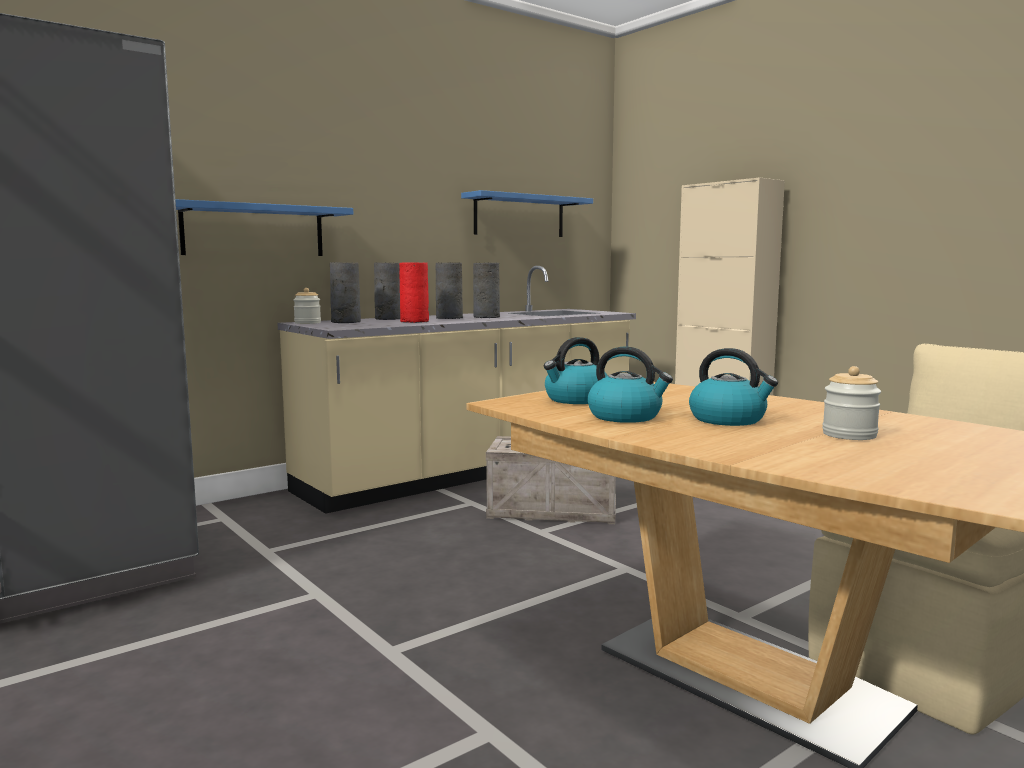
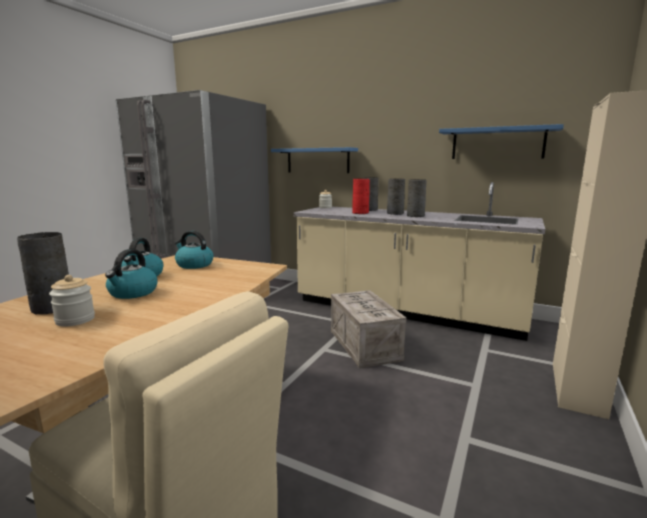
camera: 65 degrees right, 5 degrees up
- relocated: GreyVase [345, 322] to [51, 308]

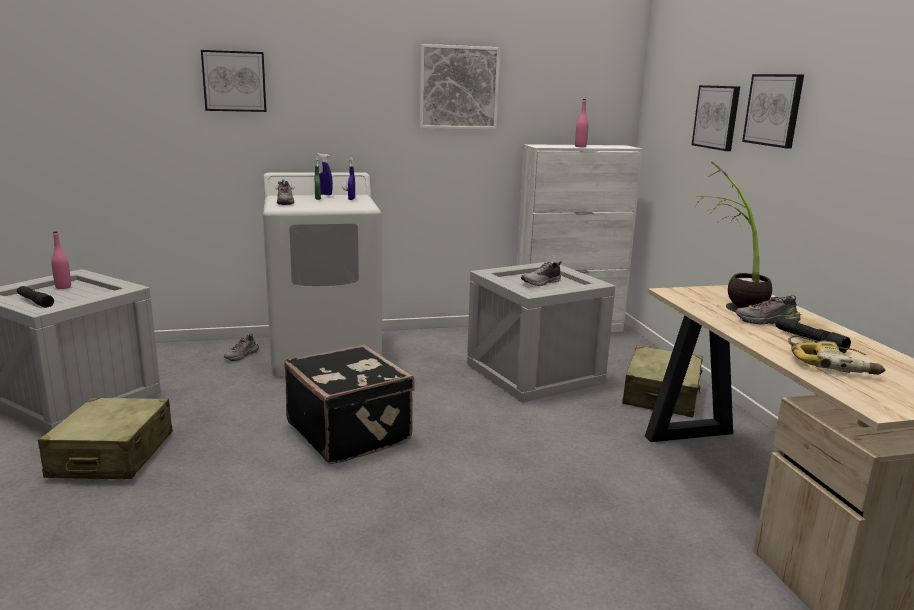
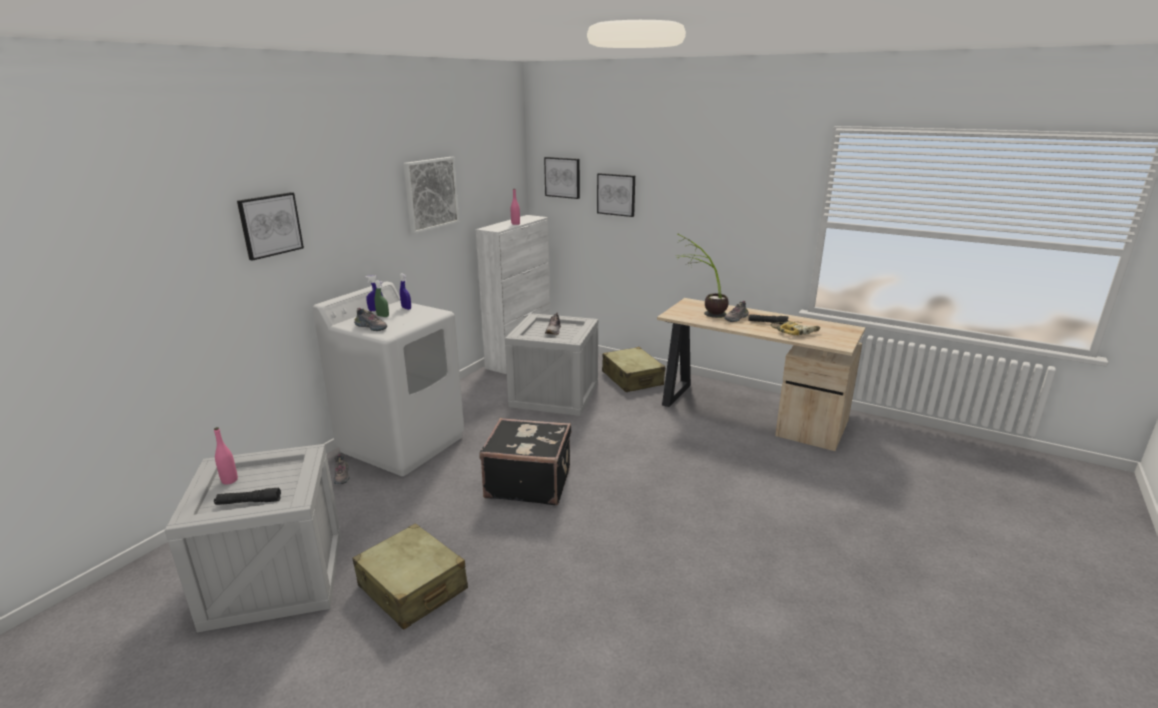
camera: 45 degrees left, 5 degrees up
- relocated: Picture [774, 110] to [562, 177]

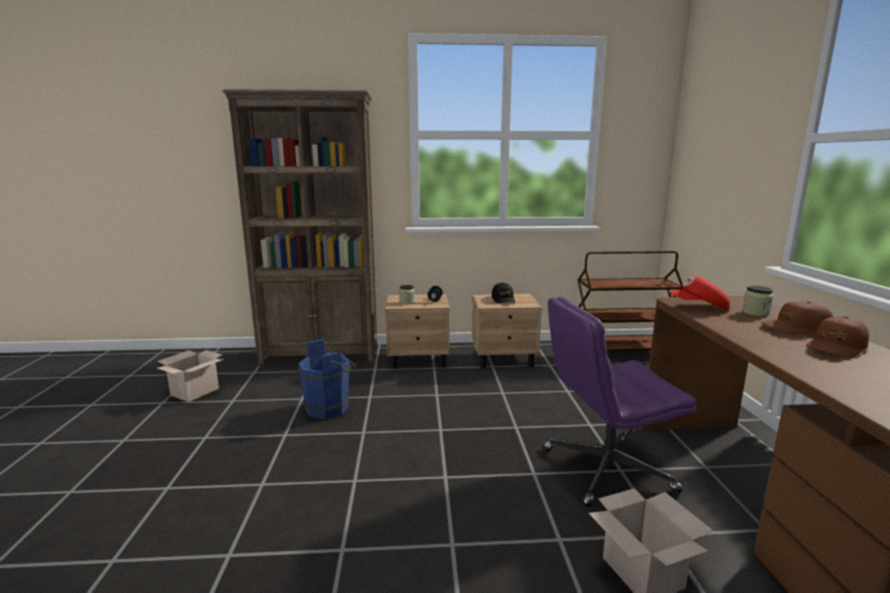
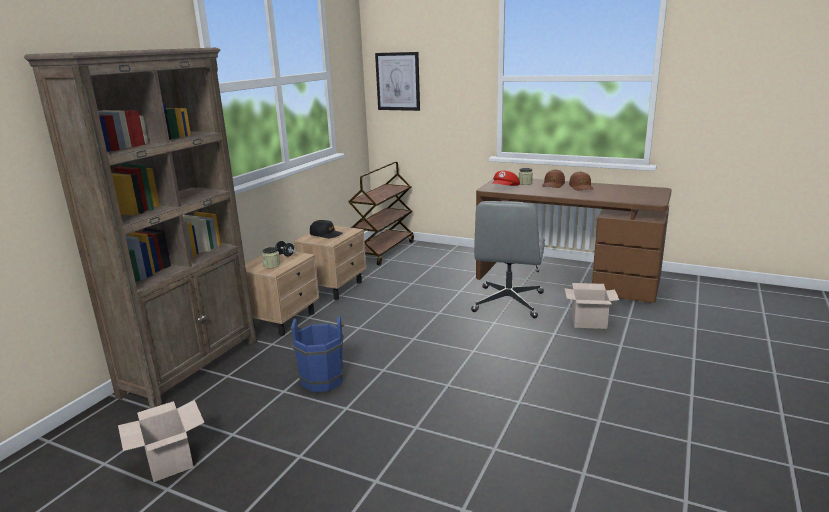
camera: 60 degrees left, 5 degrees up
- colour: PurpleOfficeChair [605, 470] to GreyOfficeChair [508, 303]
- appeared: Picture [398, 81]

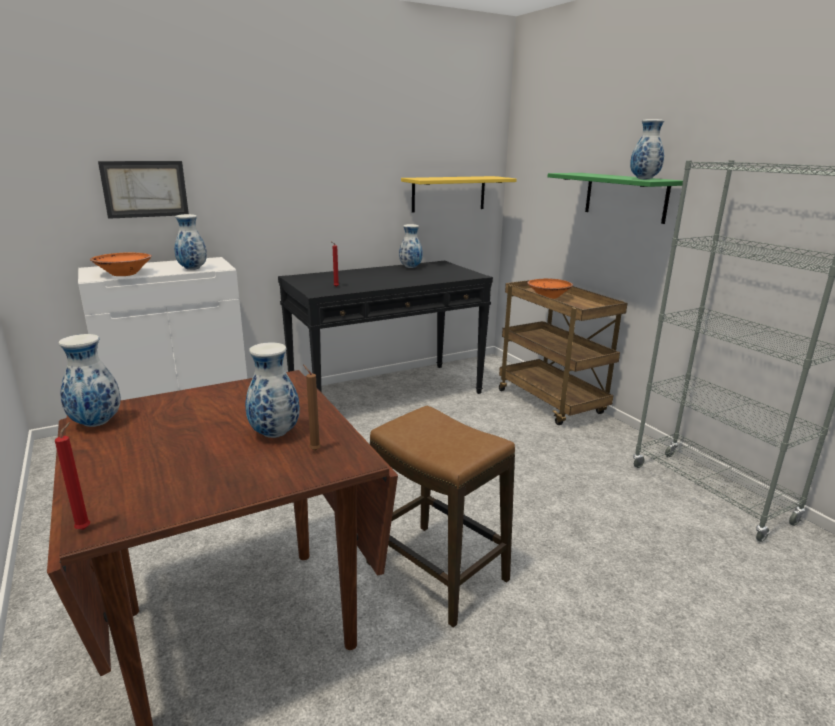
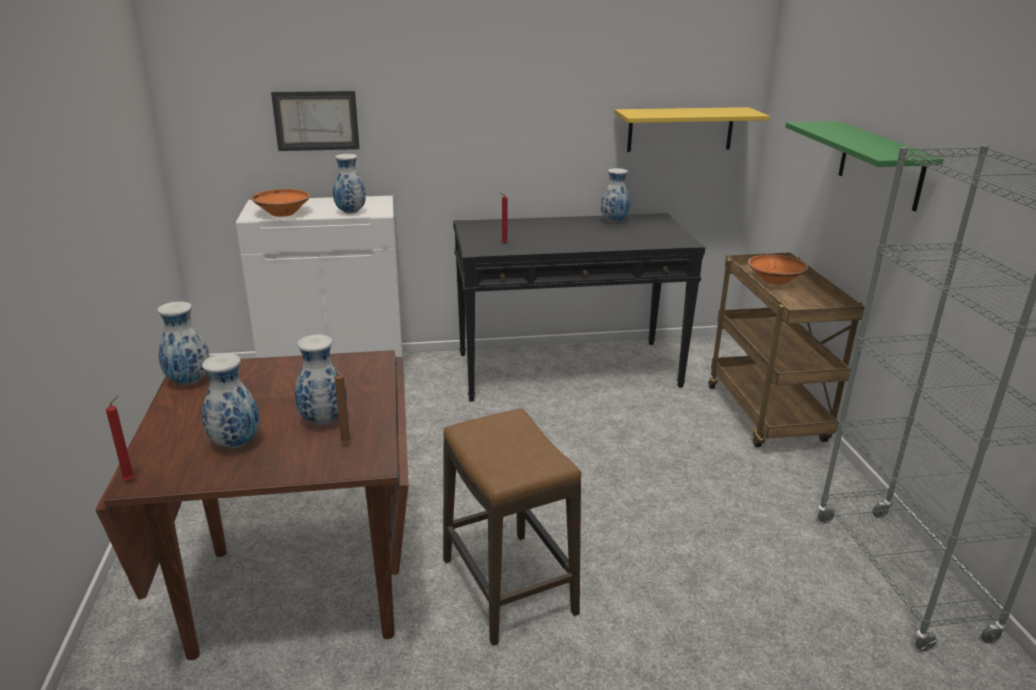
camera: 20 degrees right, 5 degrees up
- relocated: Vase [643, 179] to [235, 443]

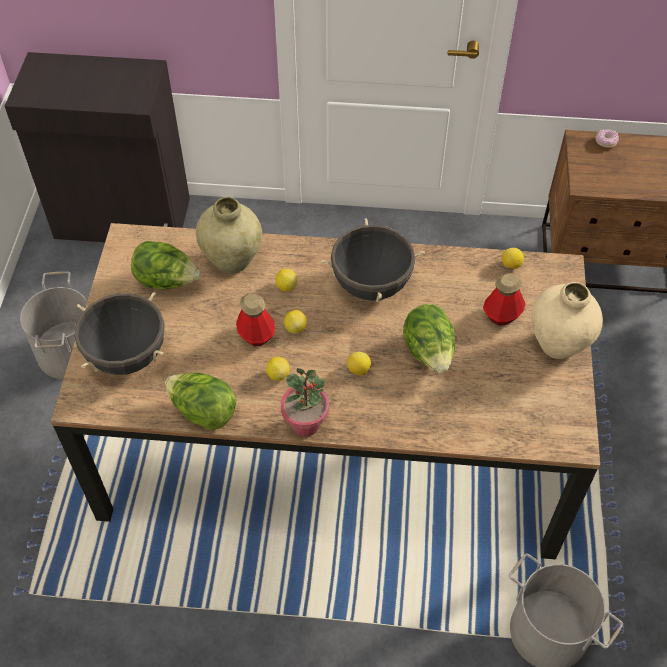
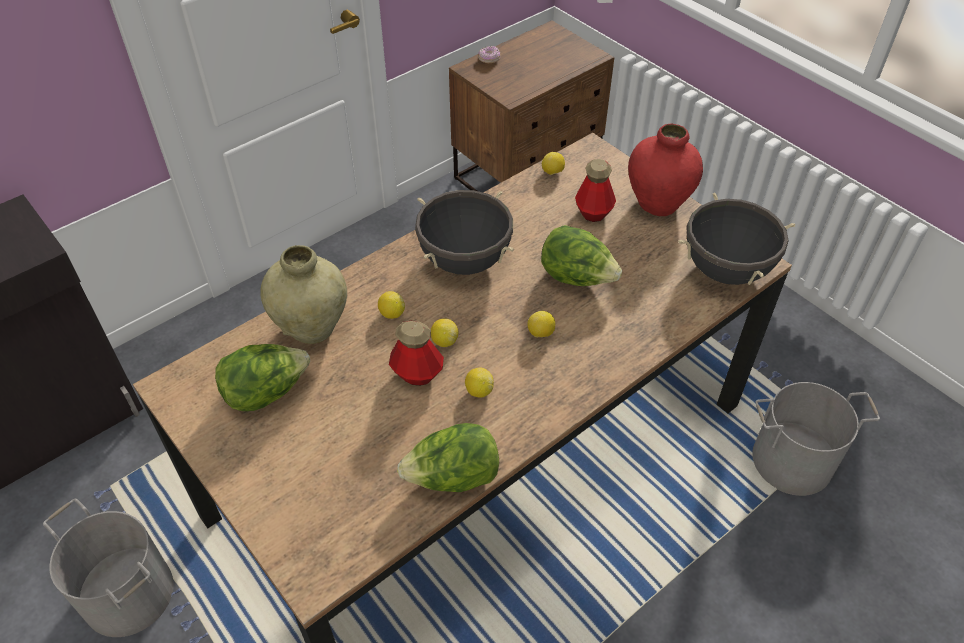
camera: 45 degrees left, 5 degrees down
- colour: BeigeVase [557, 344] to RedVase [657, 204]
- relocated: BlackCookingPot [127, 356] to [725, 270]
- missing: PottedPlant [306, 424]

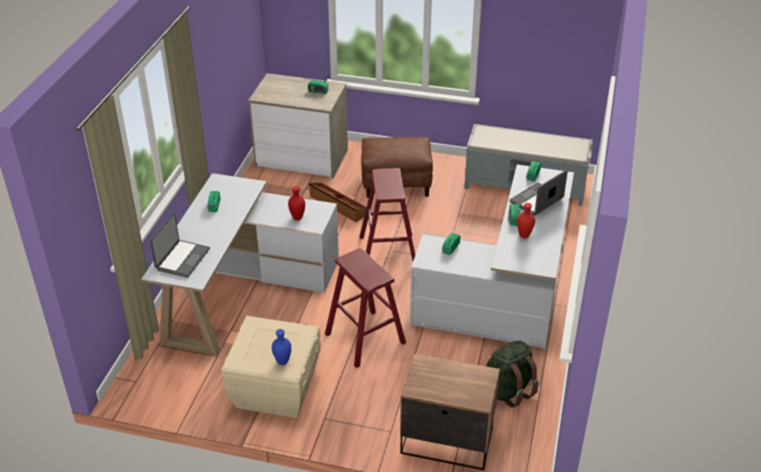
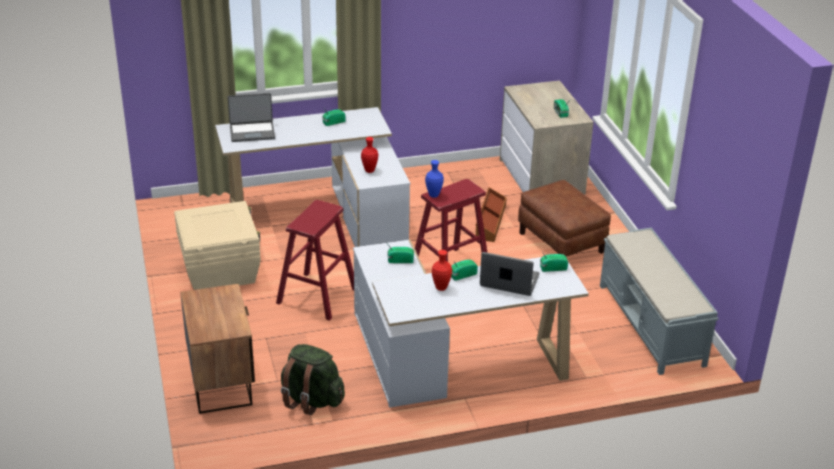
camera: 60 degrees right, 5 degrees down
- relocated: BlueVase [282, 361] to [433, 195]

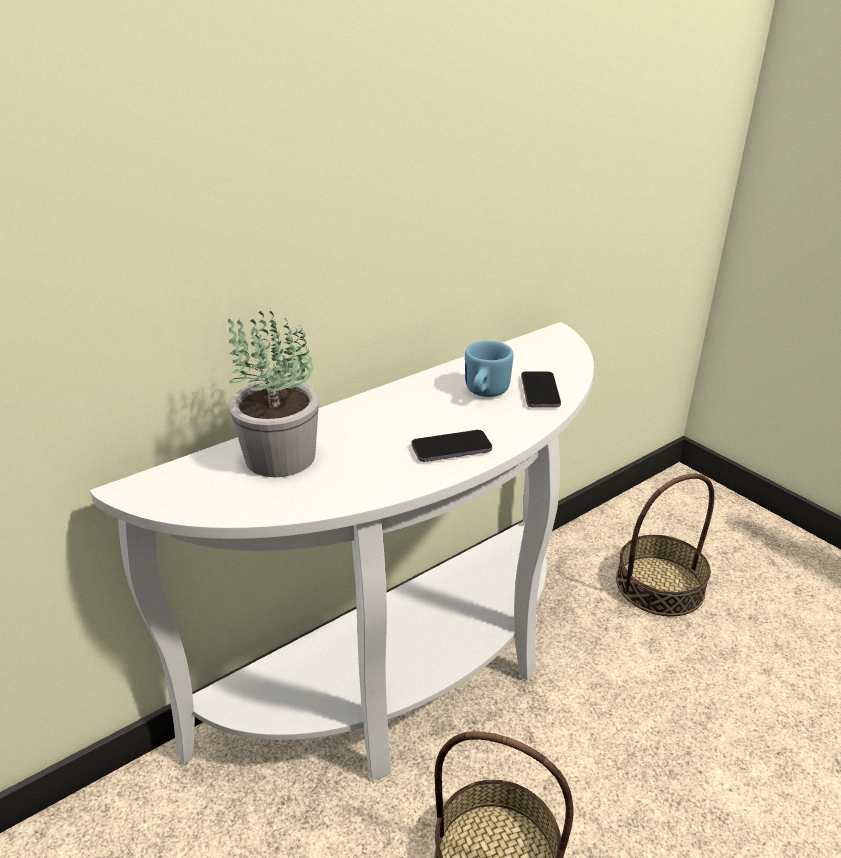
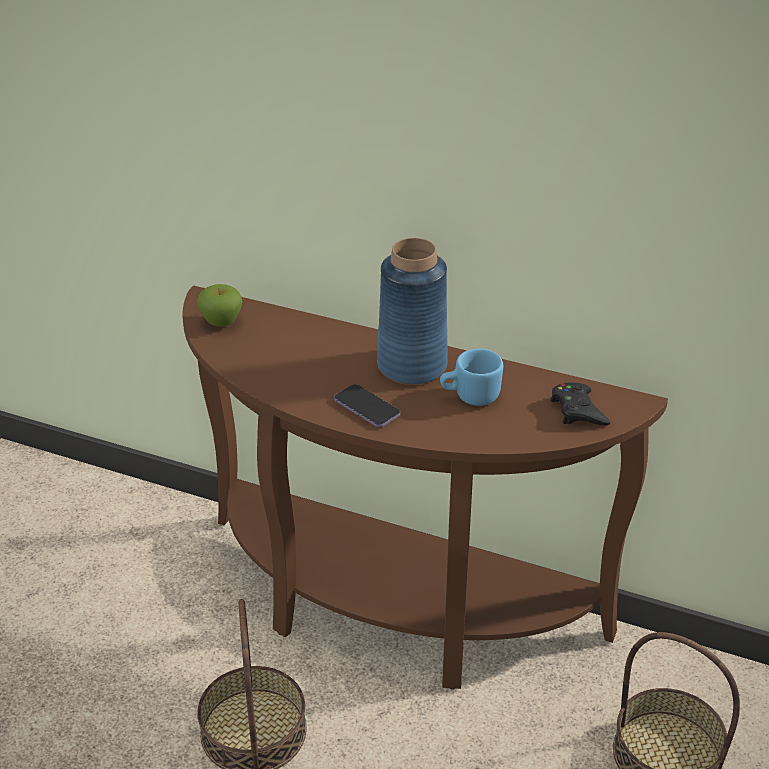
camera: 60 degrees right, 5 degrees up
- missing: PottedPlant [279, 458]
- colour: WhiteConsoleTable [413, 677] to BrownConsoleTable [388, 610]
- missing: Phone [540, 392]
- appeared: BlueVase [411, 365]
- appeared: Apple [221, 322]
- appeared: BlackGameController [578, 410]

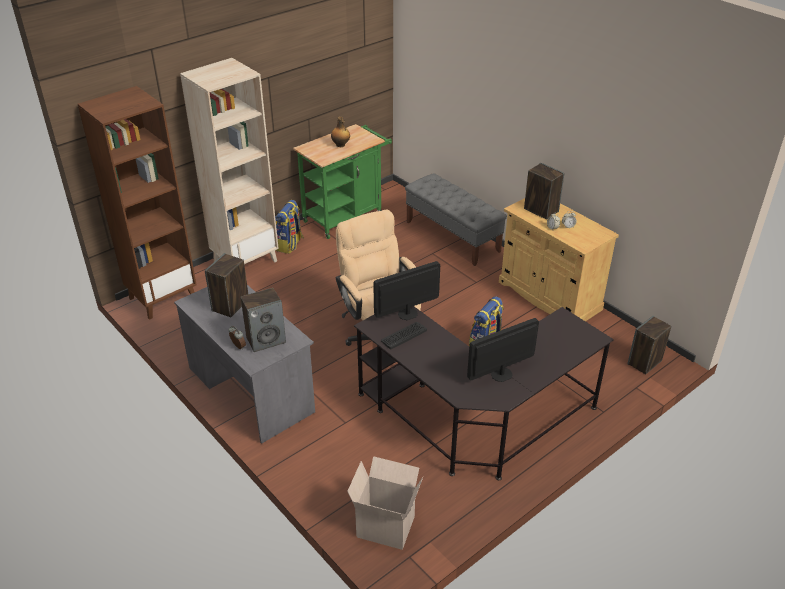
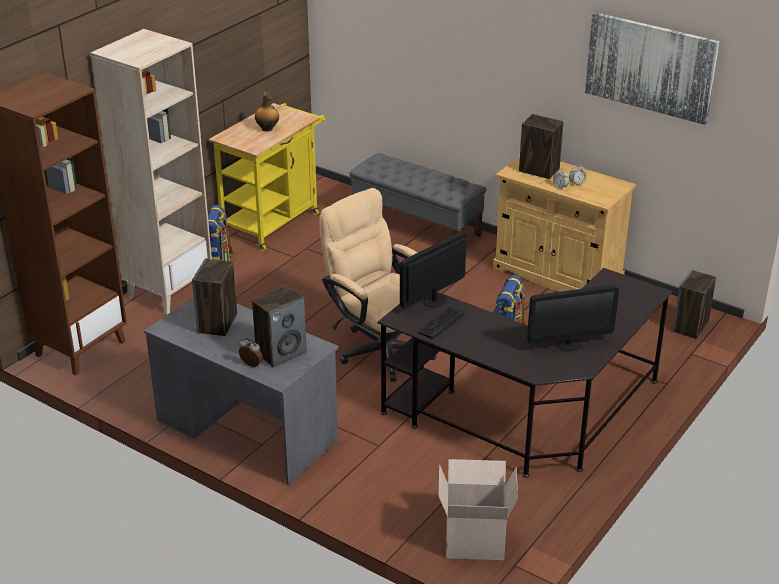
camera: 15 degrees left, 5 degrees down
- colour: GreenCart [346, 216] to YellowCart [274, 221]
- spun: Monitor [501, 374] = [568, 344] 150 degrees counterclockwise
- appeared: Picture [650, 67]

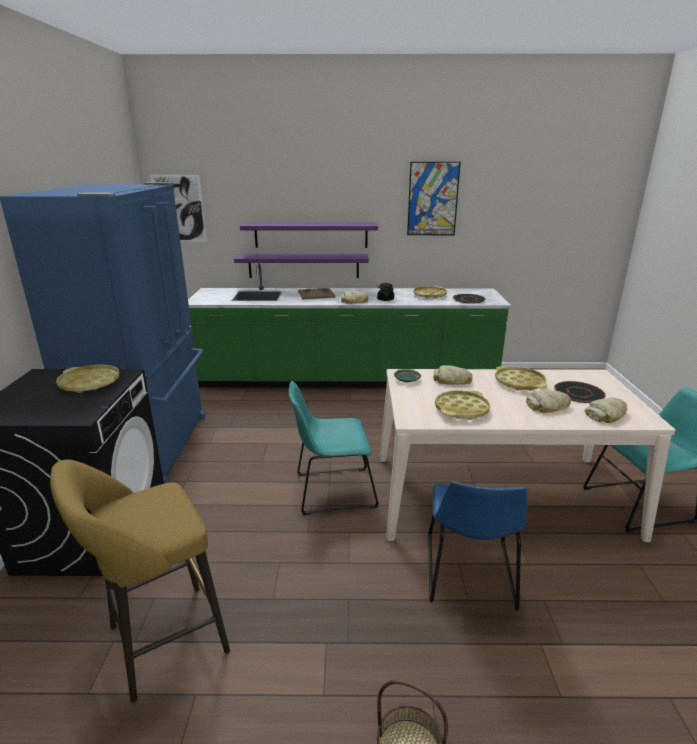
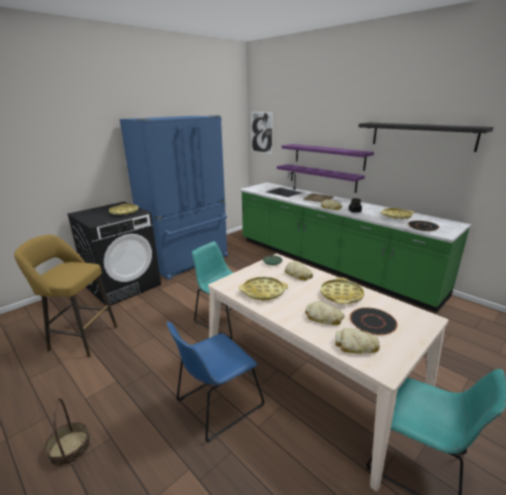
camera: 45 degrees right, 0 degrees up
- exchanged: Picture [433, 199] to BlackShelf [421, 136]

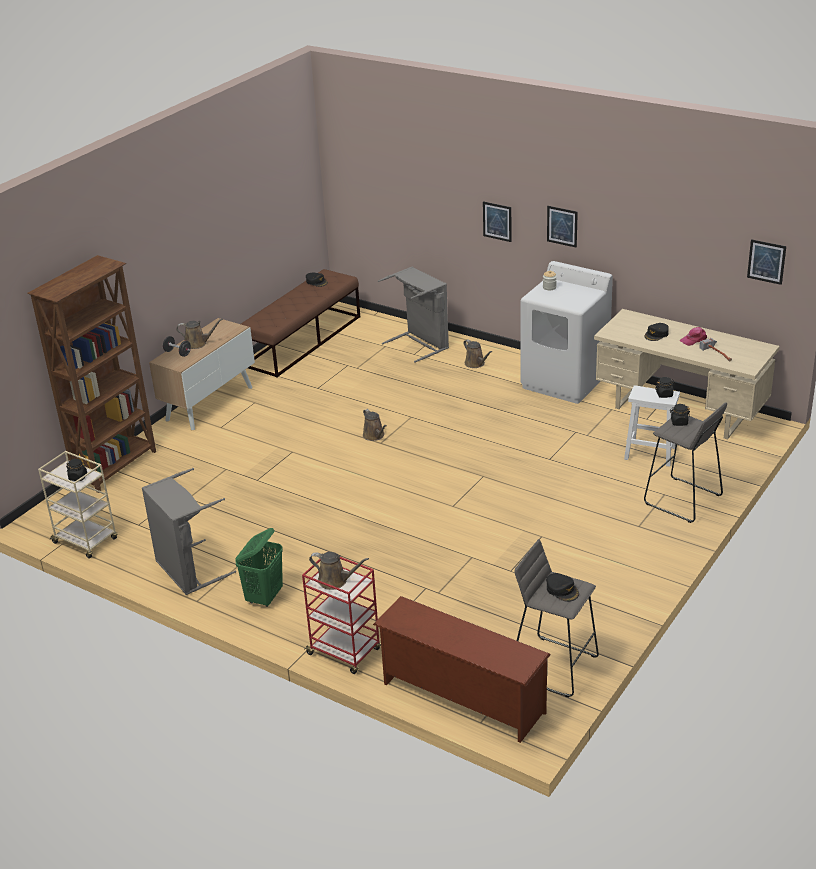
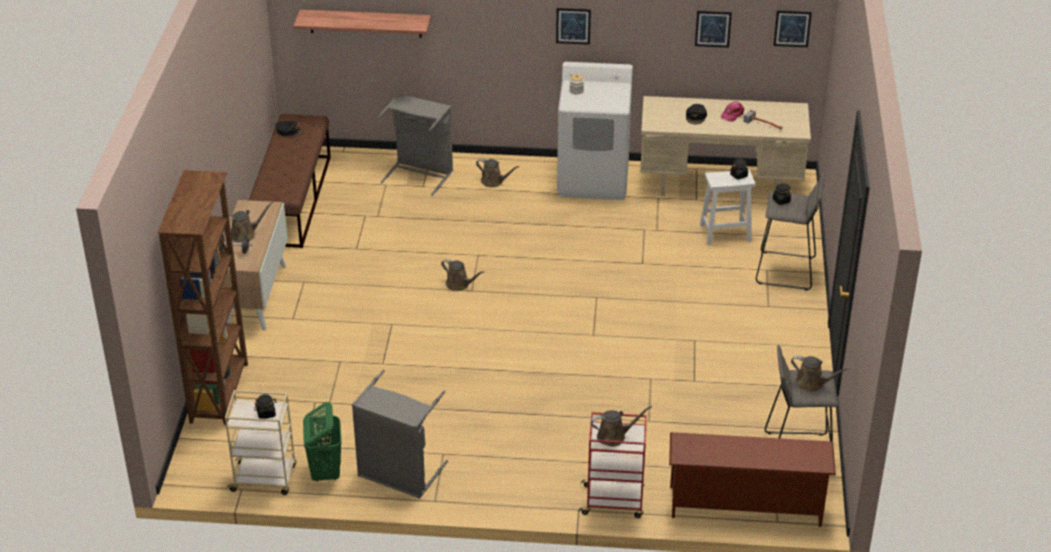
camera: 30 degrees left, 5 degrees up
- relocated: Picture [497, 221] to [713, 29]
- relocated: GreenLaundryBasket [265, 597] to [325, 471]
- exchanged: BlackCap [562, 590] to BrownWateringCan [812, 383]
- appeared: Shelf [365, 23]

